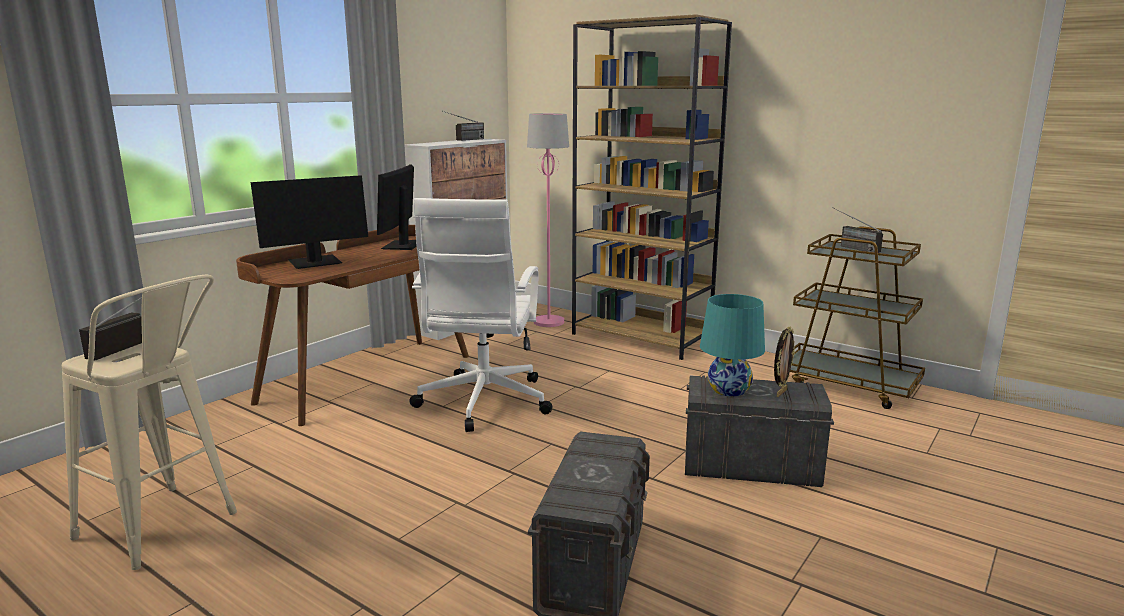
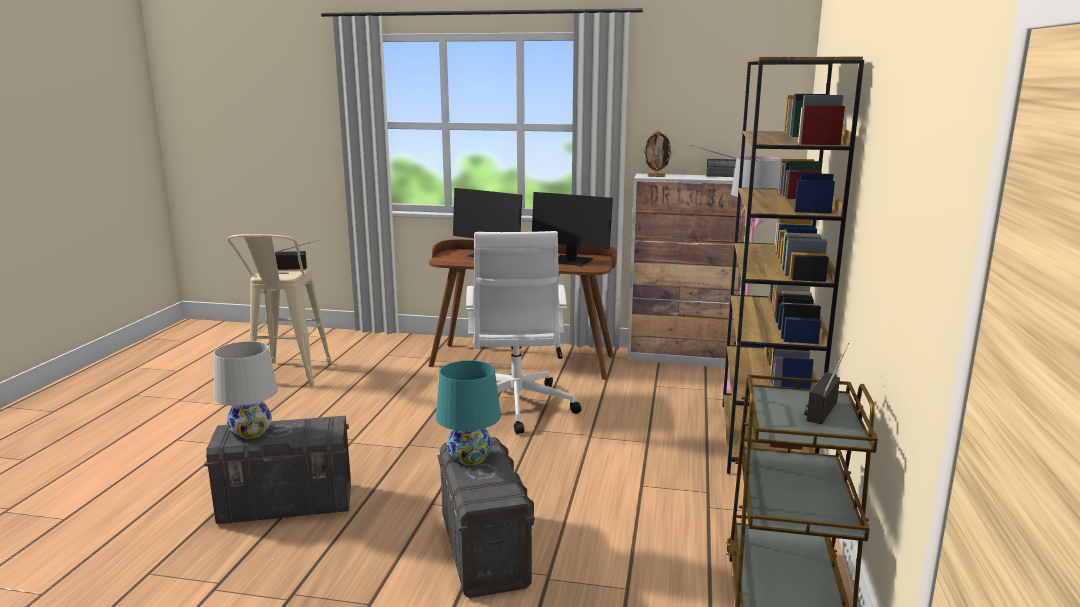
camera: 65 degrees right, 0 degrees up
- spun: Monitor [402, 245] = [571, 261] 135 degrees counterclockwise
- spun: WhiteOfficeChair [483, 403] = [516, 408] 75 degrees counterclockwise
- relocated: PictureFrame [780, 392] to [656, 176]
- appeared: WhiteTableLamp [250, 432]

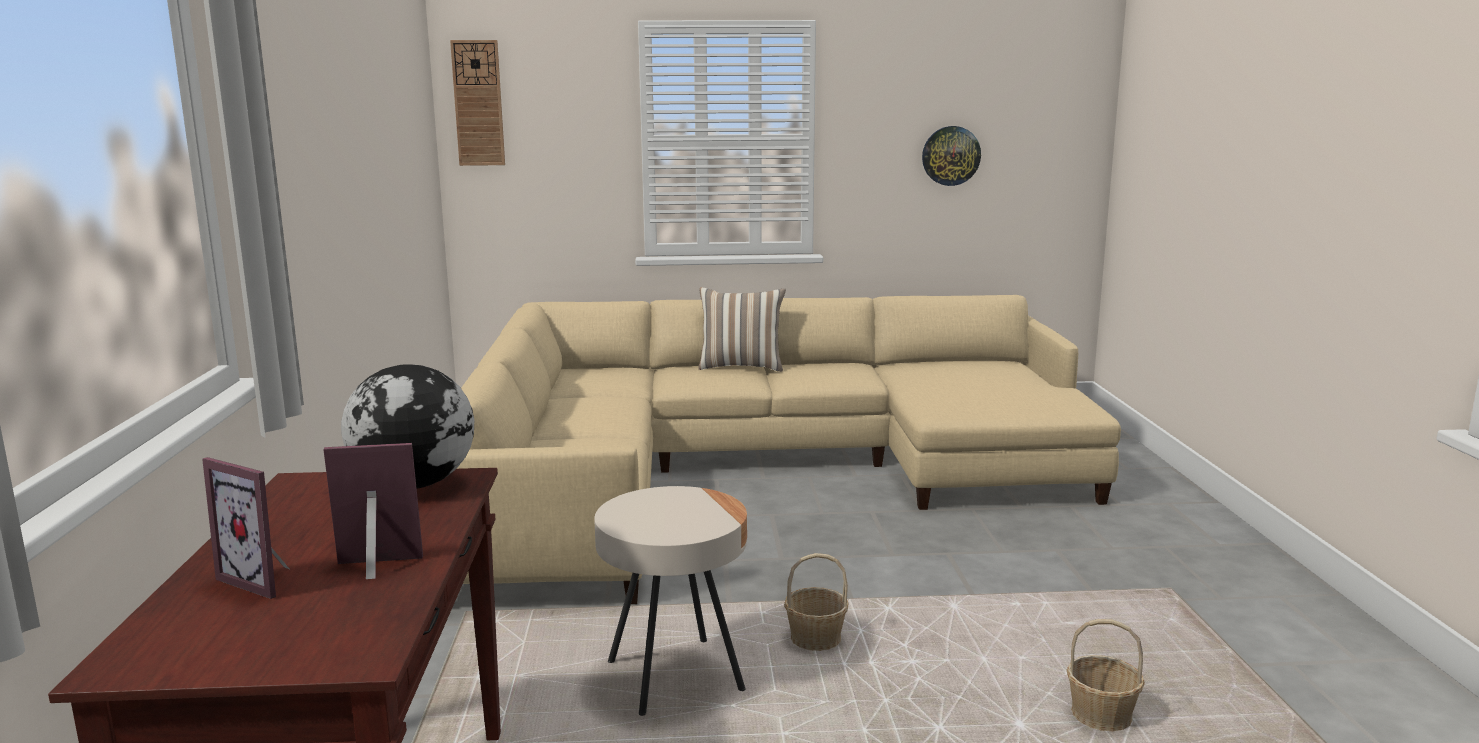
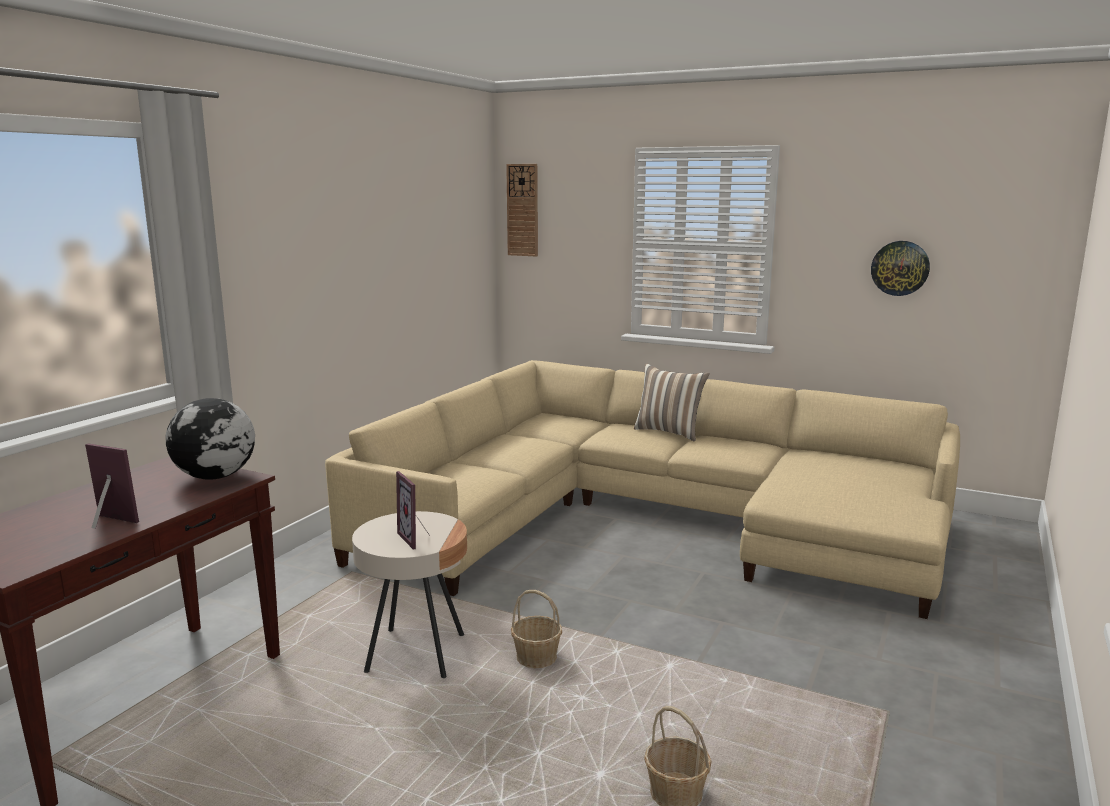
camera: 30 degrees right, 0 degrees up
- relocated: PictureFrame [265, 579] to [417, 538]

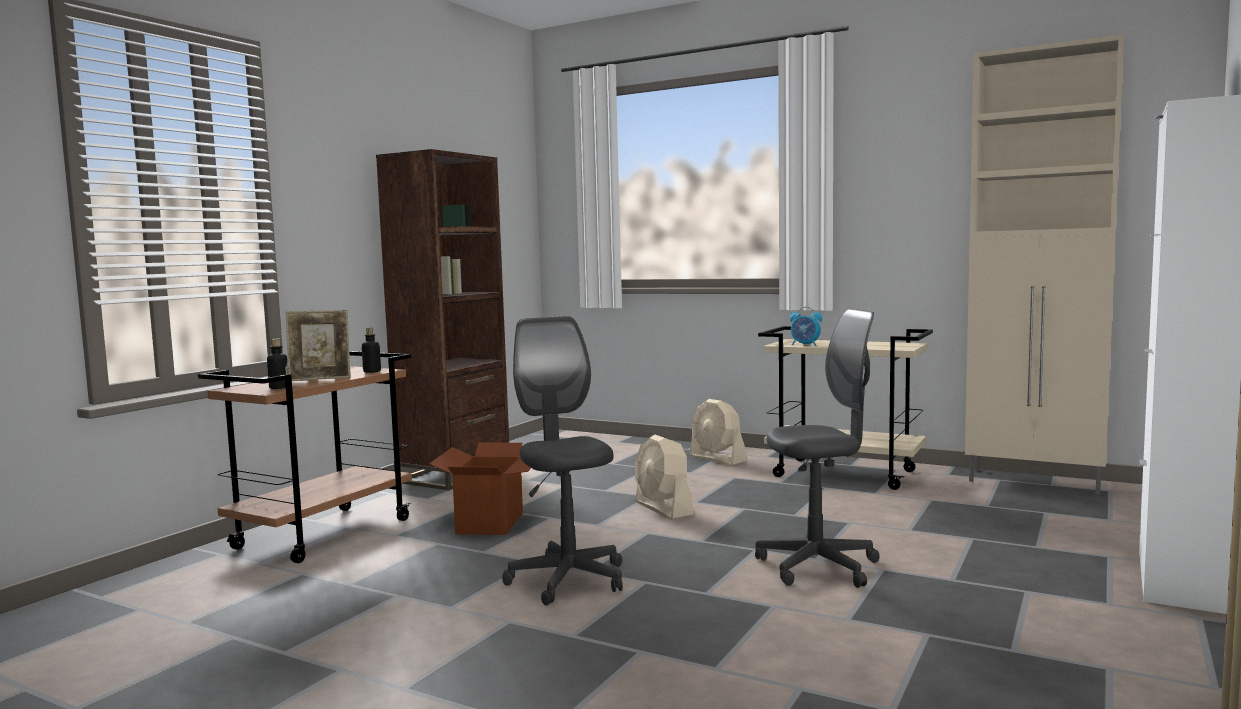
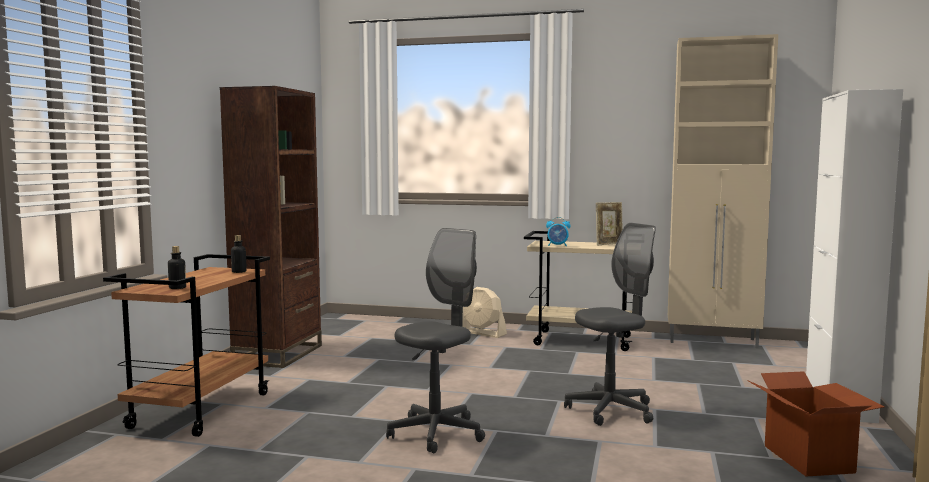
camera: 15 degrees left, 0 degrees up
- relocated: PictureFrame [320, 379] to [609, 244]
- spun: GreyOfficeChair [568, 580] = [436, 433] 75 degrees clockwise
- missing: BeigeFan [663, 508]
- relocated: CardboardBox [491, 523] to [809, 459]

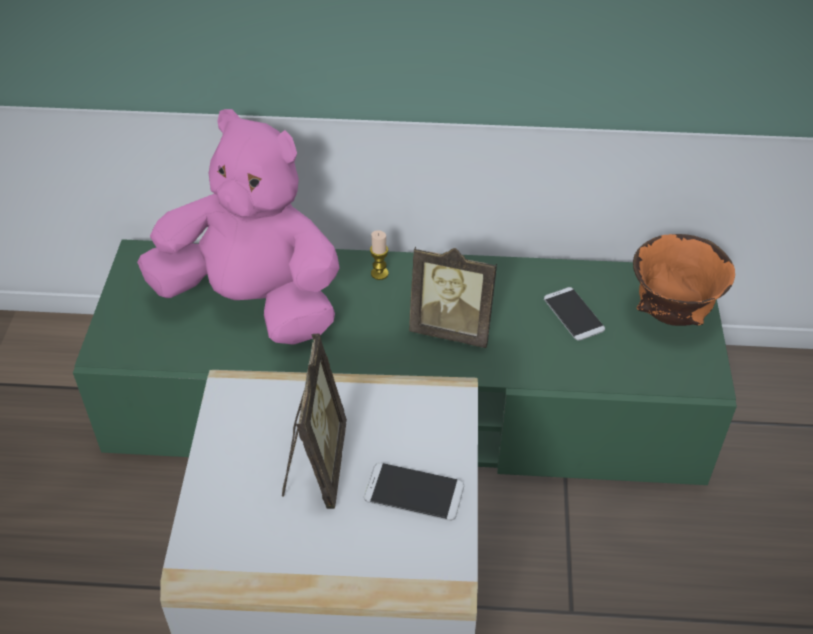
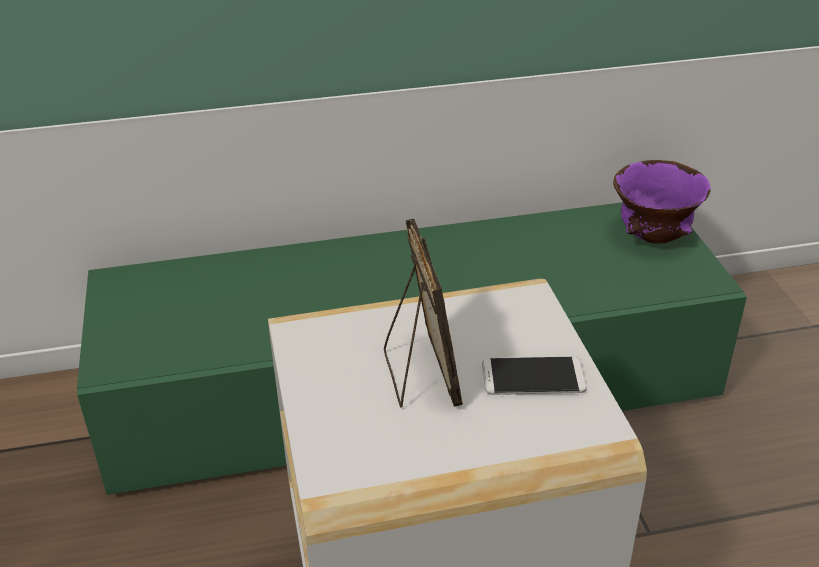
camera: 15 degrees left, 10 degrees down
- missing: PinkPlushToy [254, 302]
- missing: Candle [379, 273]
- colour: OrangeBowl [670, 315] to PurpleBowl [652, 238]
- missing: PictureFrame [452, 329]
- missing: Phone [573, 314]

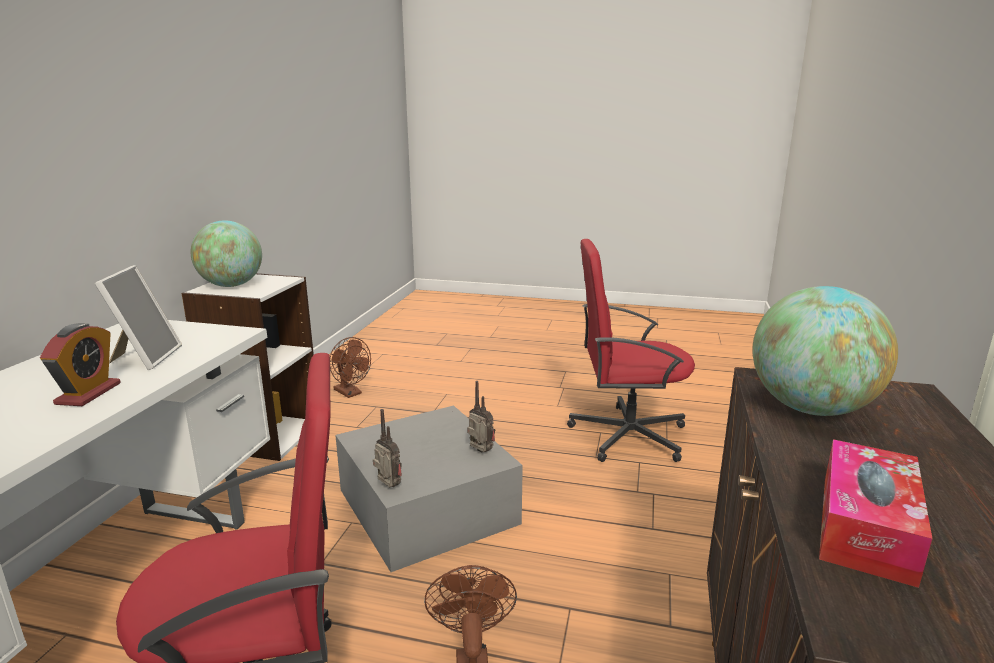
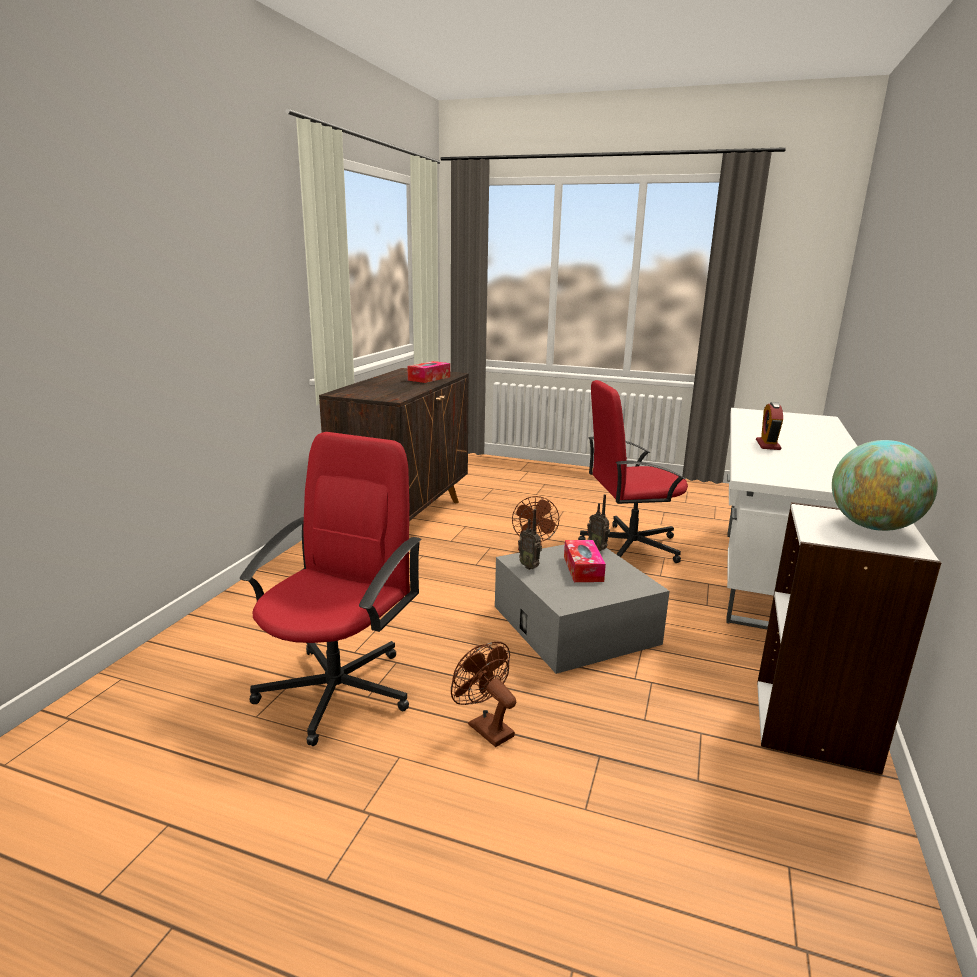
camera: 175 degrees left, 0 degrees up
- spun: RedOfficeChair [626, 435] = [338, 689] 75 degrees counterclockwise
- missing: PictureFrame [145, 358]
- missing: Globe [811, 408]
- relocated: BrownFan [350, 393] to [485, 727]
- appeared: TissueBox [583, 569]

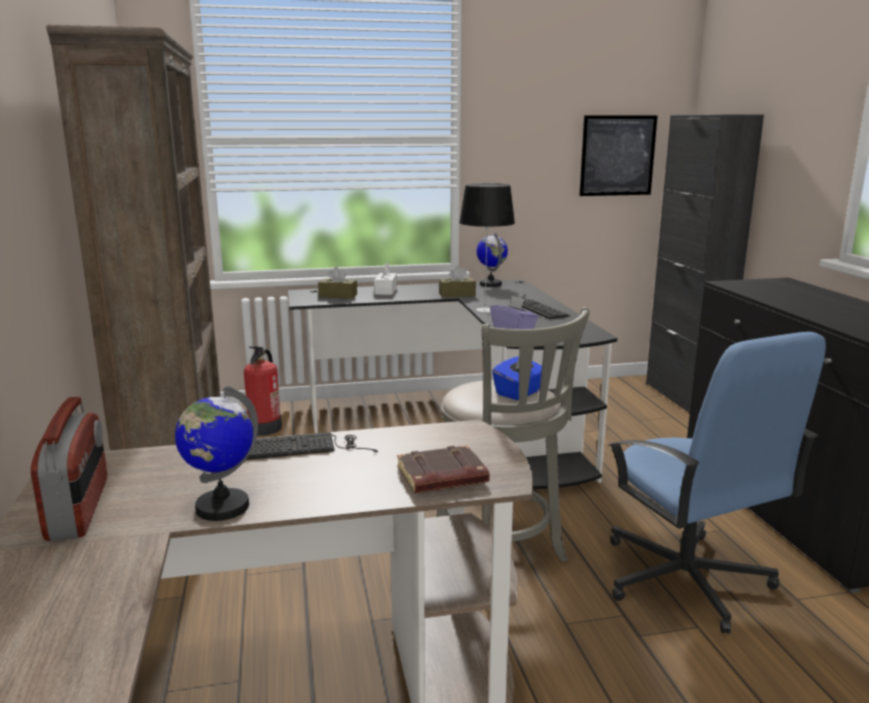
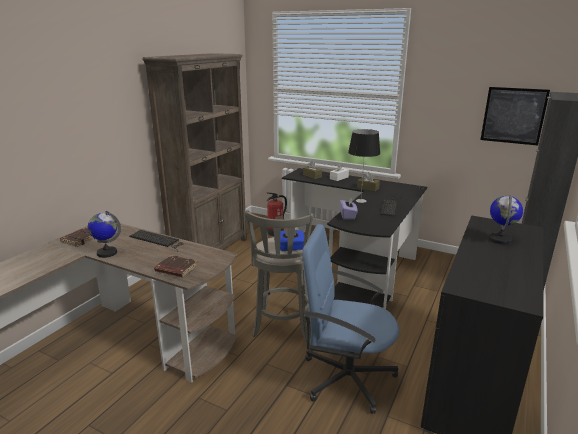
camera: 40 degrees right, 5 degrees up
- relocated: Globe [490, 284] to [500, 239]
- spun: BlueOfficeChair [686, 580] = [346, 376] 90 degrees clockwise
- exchanged: Radio [79, 509] to BrownBook [81, 239]

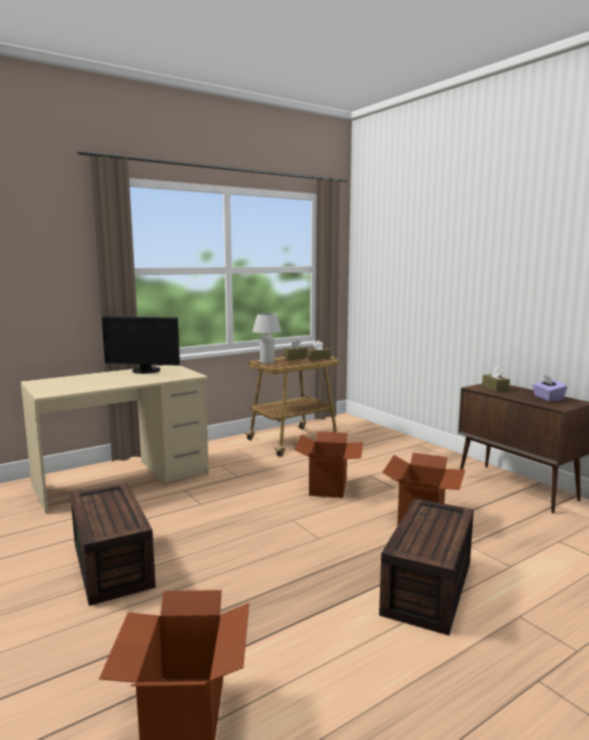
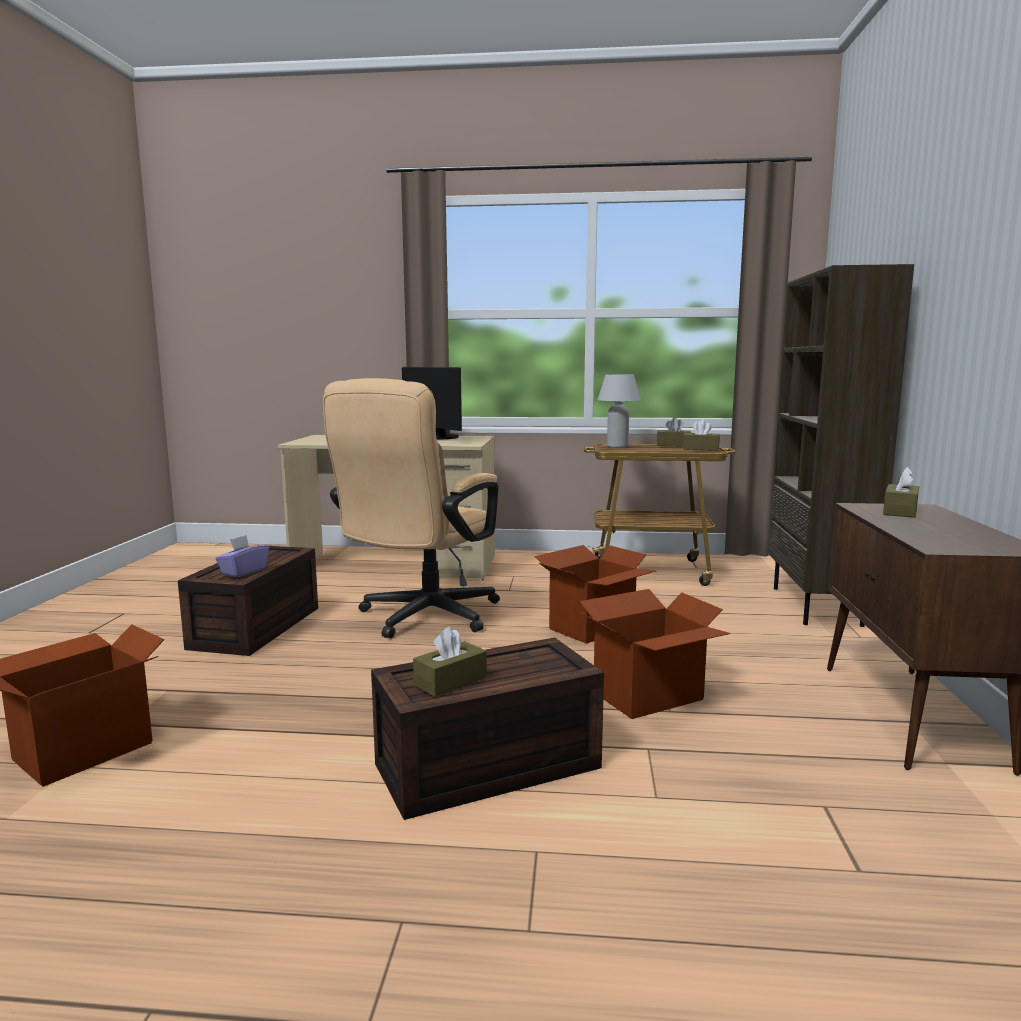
camera: 40 degrees right, 0 degrees up
- relocated: PurpleTissueBox [547, 398] to [243, 572]
- appeared: BrownBookcase [817, 606]
- appeared: BeigeOfficeChair [421, 618]
- appeared: BrownTissueBox [450, 681]

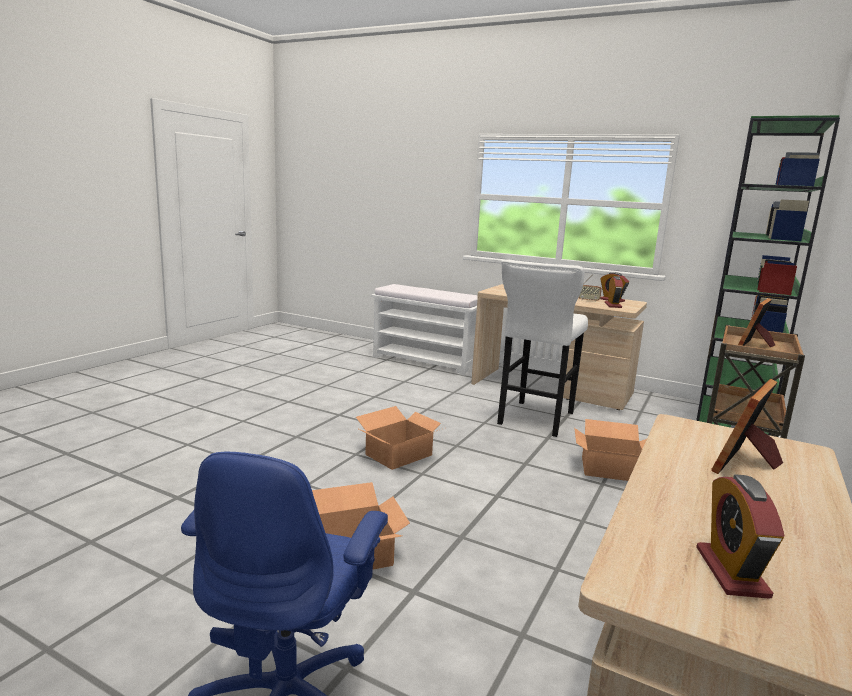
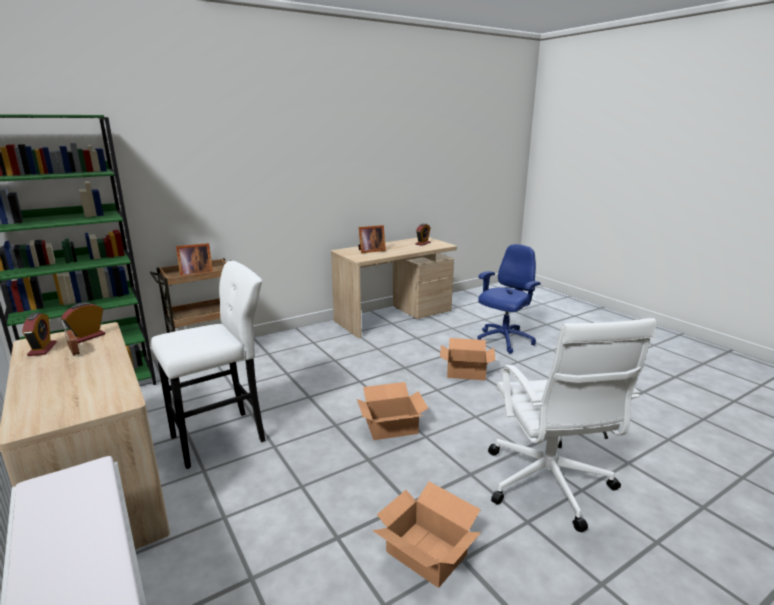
camera: 150 degrees left, 5 degrees up
- relocated: CardboardBox [609, 469] to [426, 554]
- appeared: WhiteOfficeChair [548, 485]

